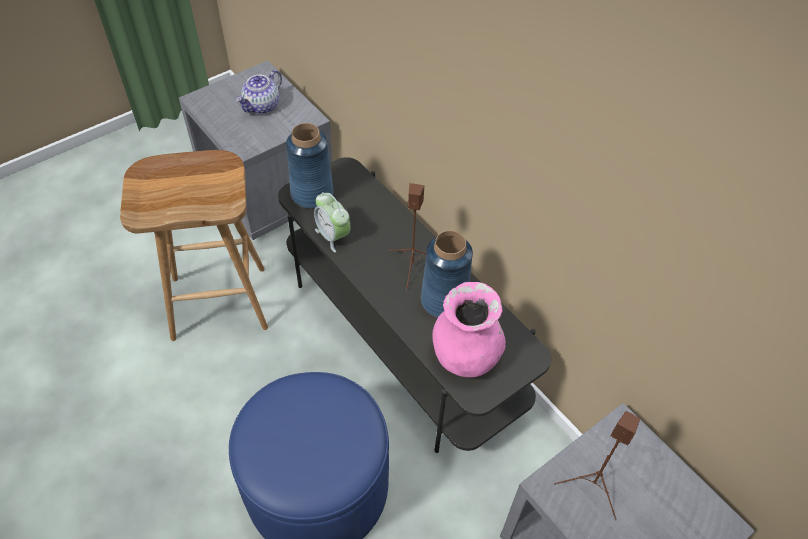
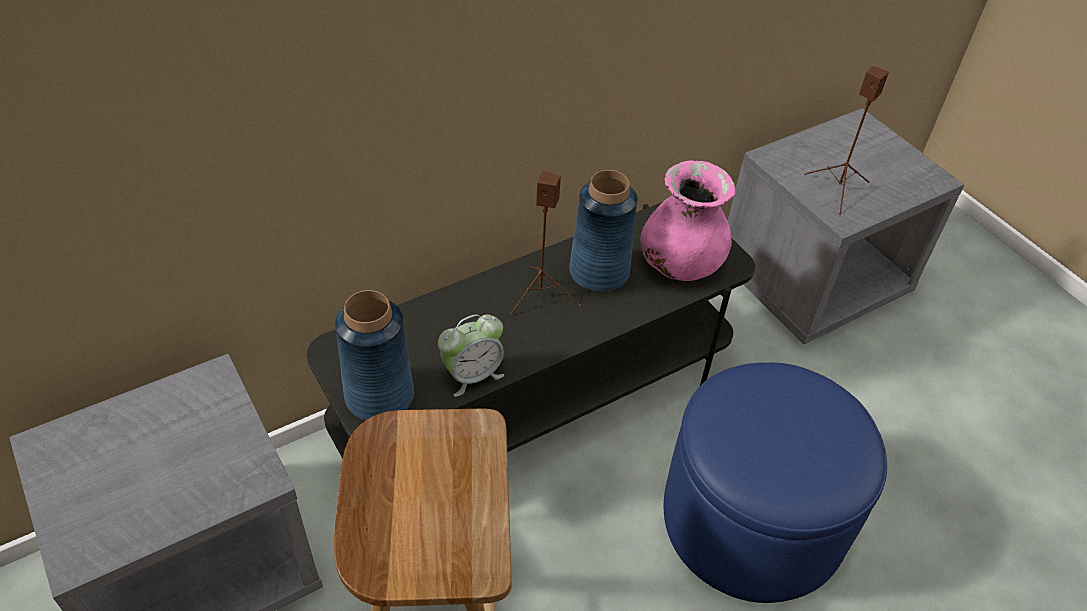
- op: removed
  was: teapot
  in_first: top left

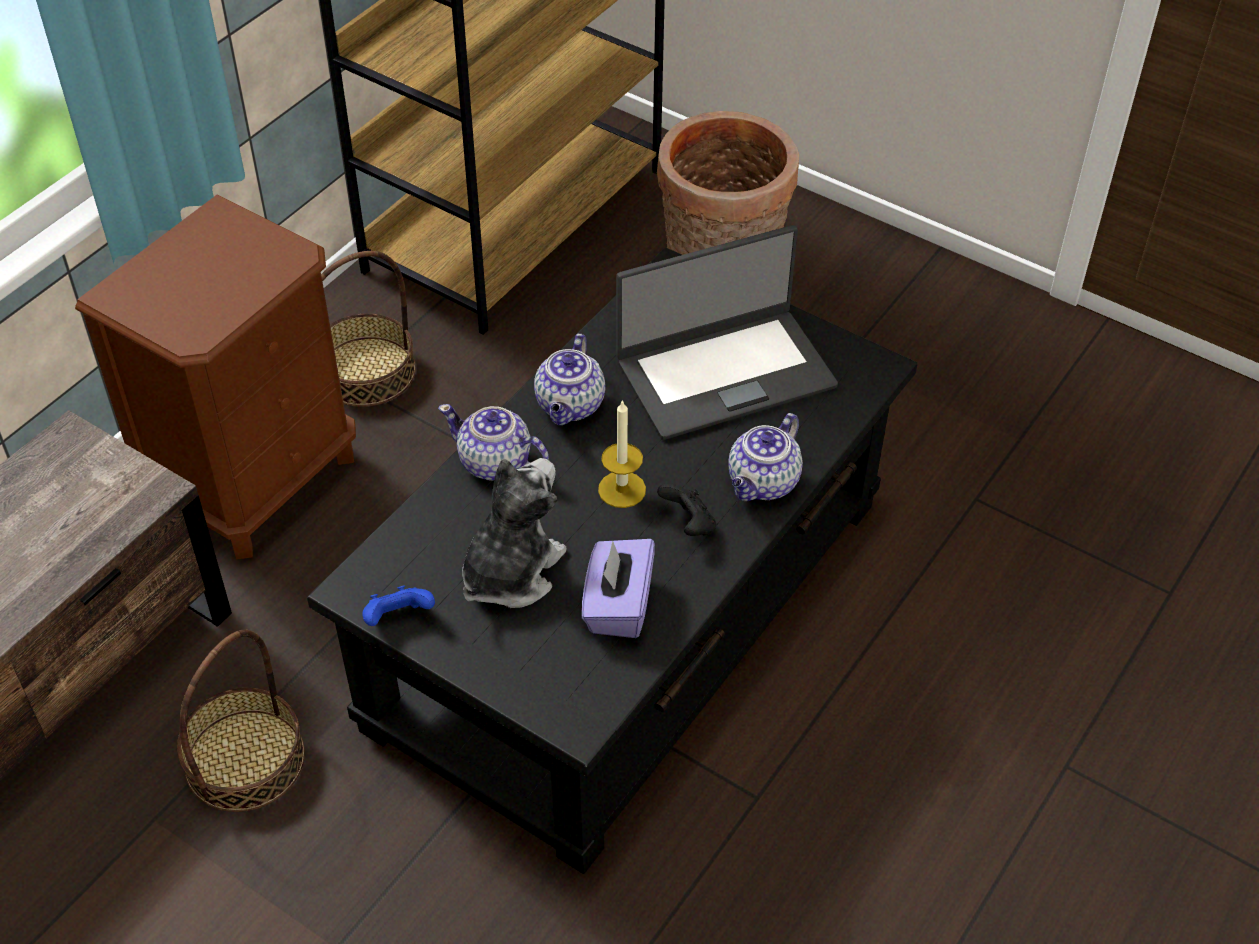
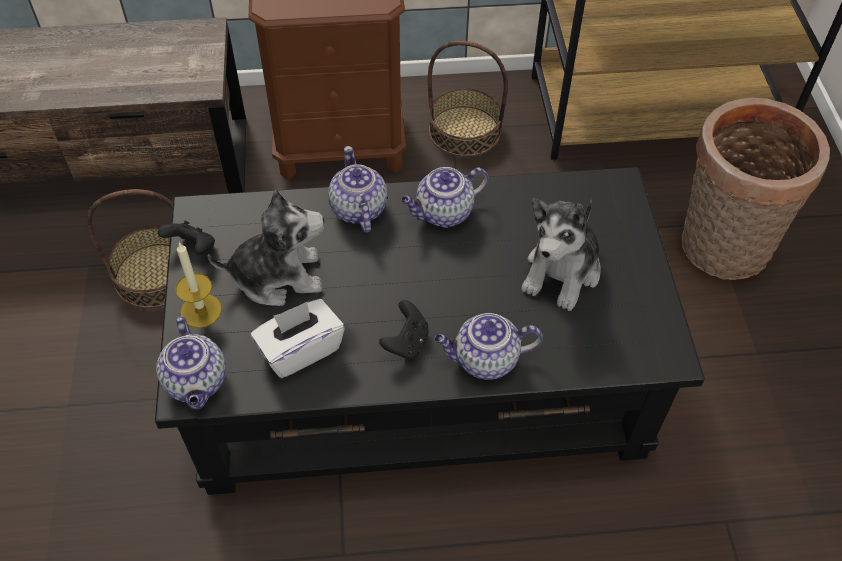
- op: recoloured
  was: blue game controller
  now: black game controller (1st from left)
  in_first: middle left
  in_second: middle left
- op: recoloured
  was: purple tissue box
  now: white tissue box
  in_first: centre
  in_second: centre
- op: moved
  was: candle
  in_first: centre
  in_second: middle left
- op: replaced
  was: laptop
  now: plush toy (2nd from left)
  in_first: centre
  in_second: centre
- op: added
  now: teapot (1st from left)
  in_second: middle left

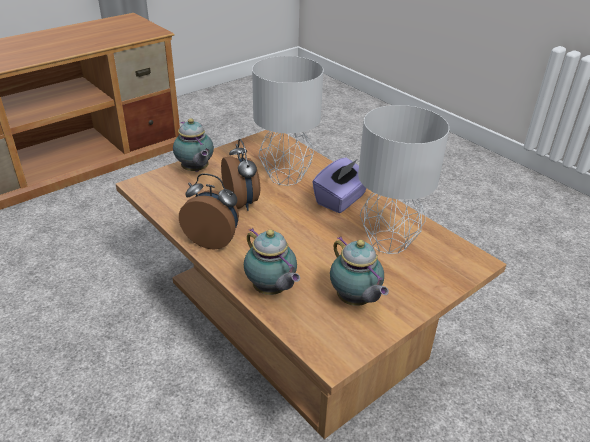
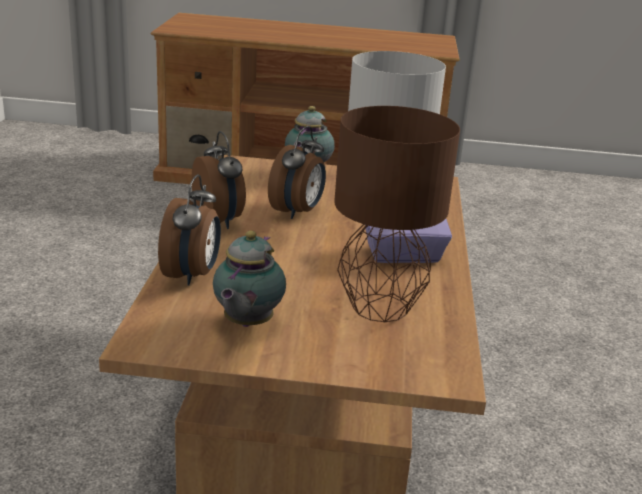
- op: replaced
  was: teapot (2nd from left)
  now: alarm clock (1st from left)
  in_first: centre
  in_second: middle left
- op: recoloured
  was: grey table lamp (2nd from left)
  now: brown table lamp
  in_first: middle right
  in_second: centre

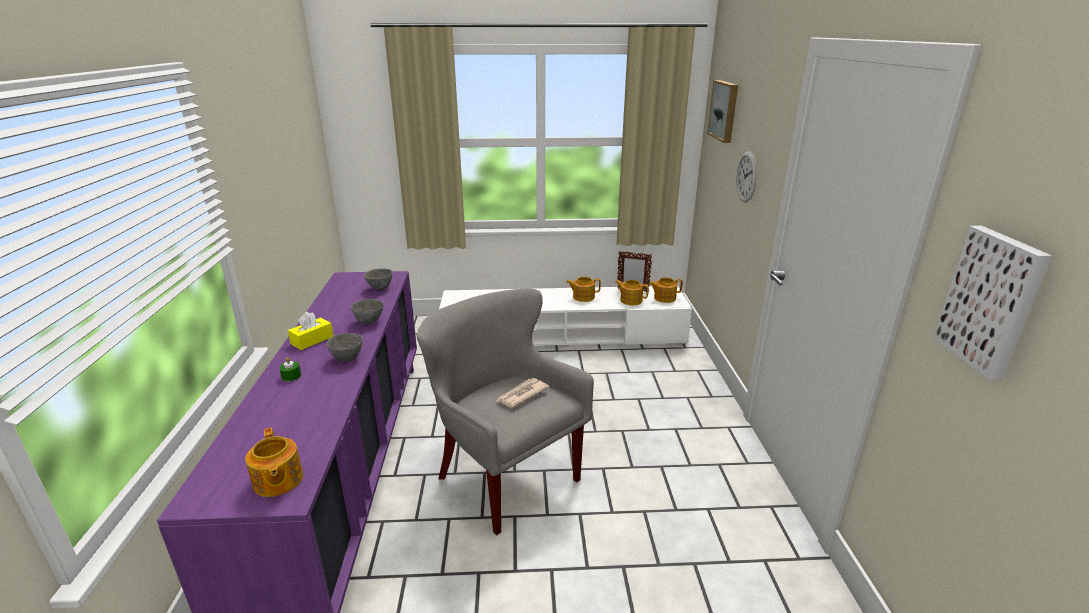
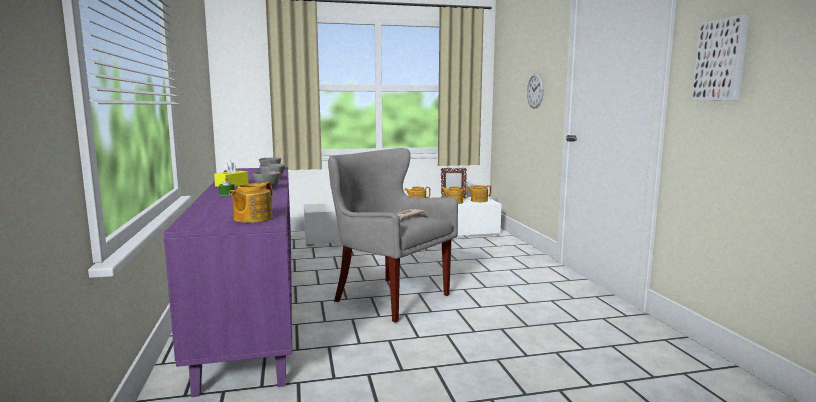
- op: turned
  was: teapot (1st from left)
  in_first: bottom left
  in_second: middle left
  clockwise: 60
- op: removed
  was: picture (1st from left)
  in_first: top centre

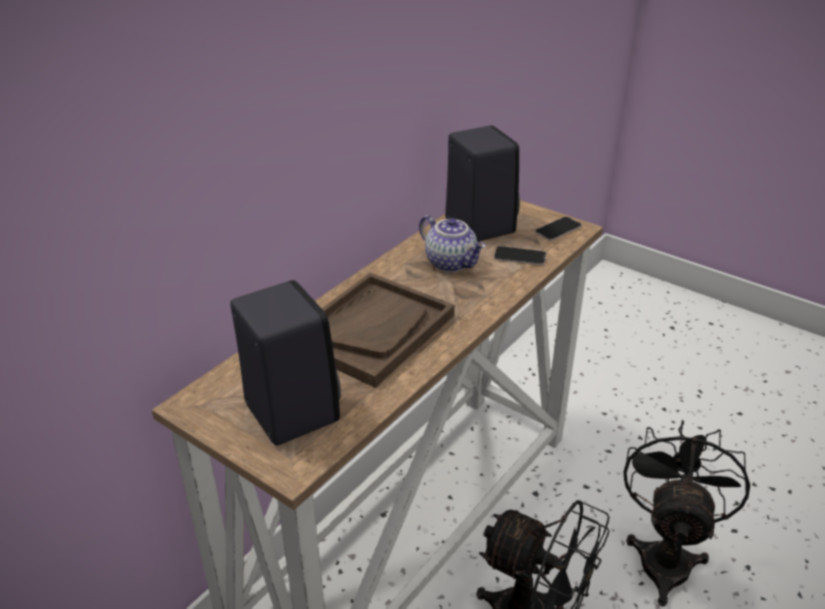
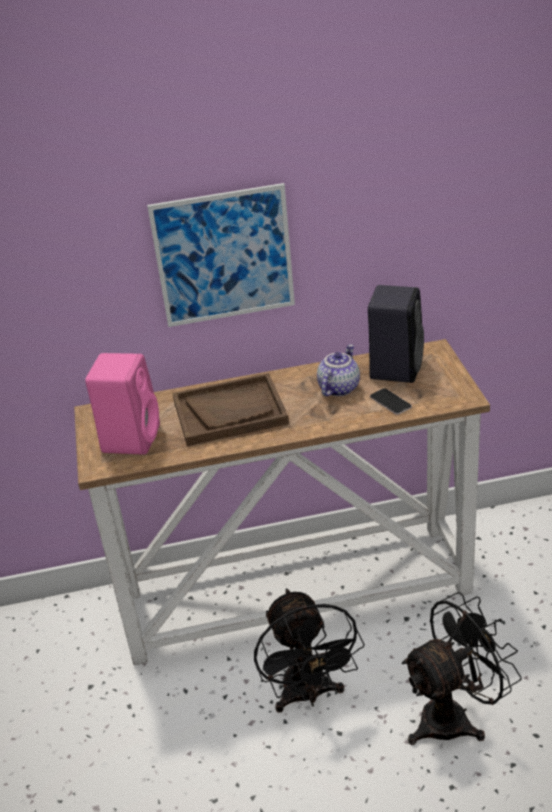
- op: recoloured
  was: black speaker (1st from left)
  now: pink speaker
  in_first: centre
  in_second: middle left
- op: turned
  was: teapot
  in_first: centre
  in_second: centre
  clockwise: -150
- op: removed
  was: phone (2nd from left)
  in_first: middle right
- op: added
  now: picture
  in_second: top centre

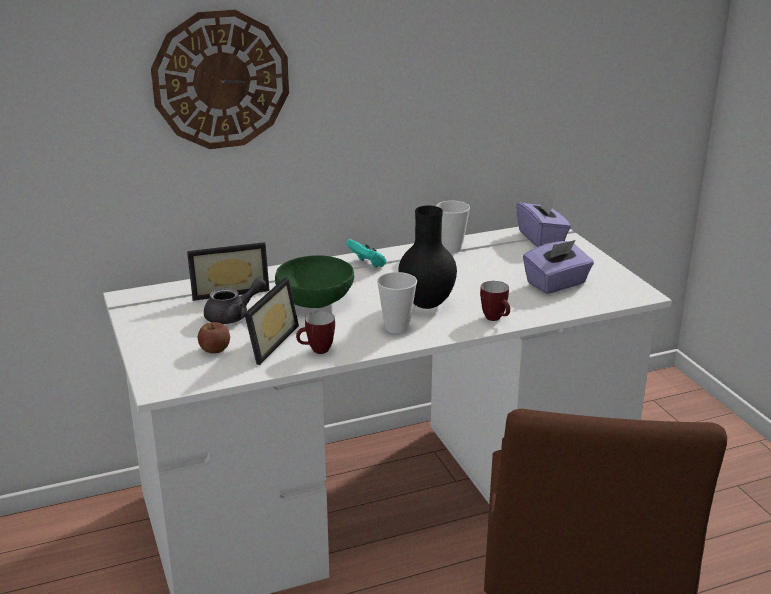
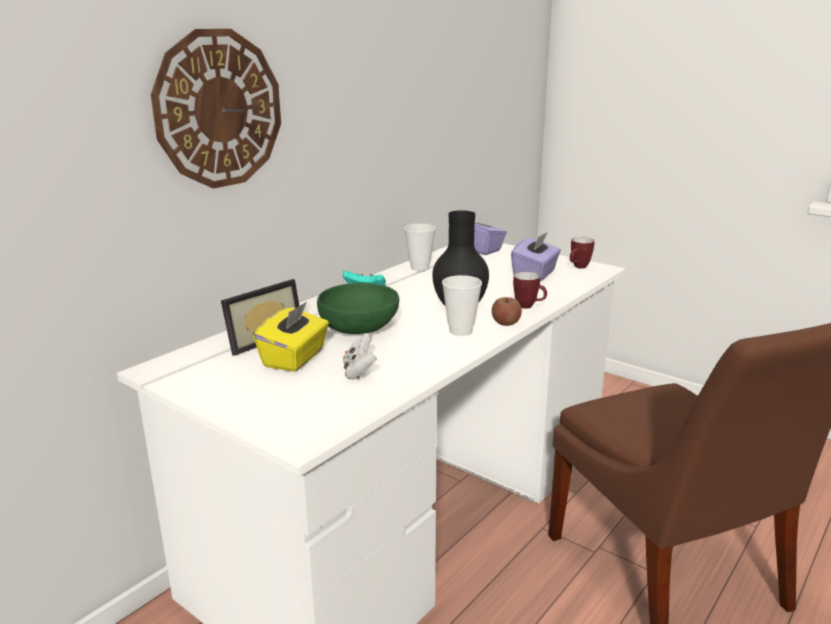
- op: moved
  was: apple
  in_first: middle left
  in_second: centre
- op: replaced
  was: grey teapot
  now: yellow tissue box
  in_first: middle left
  in_second: centre
- op: replaced
  was: picture frame (2nd from left)
  now: white game controller
  in_first: centre
  in_second: centre
- op: moved
  was: mug (1st from left in the first image)
  now: mug (2nd from left)
  in_first: centre
  in_second: middle right

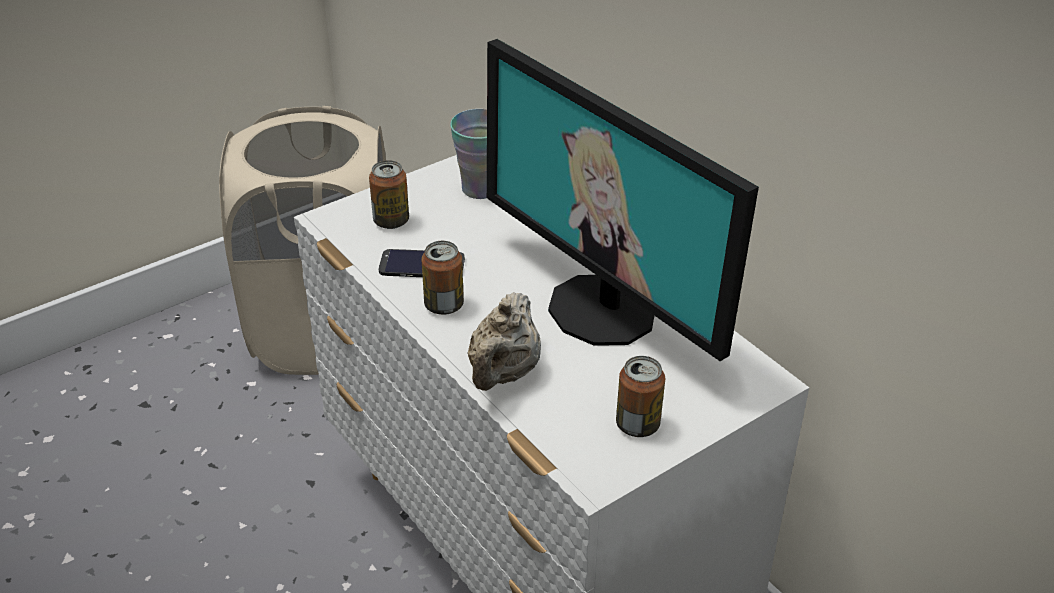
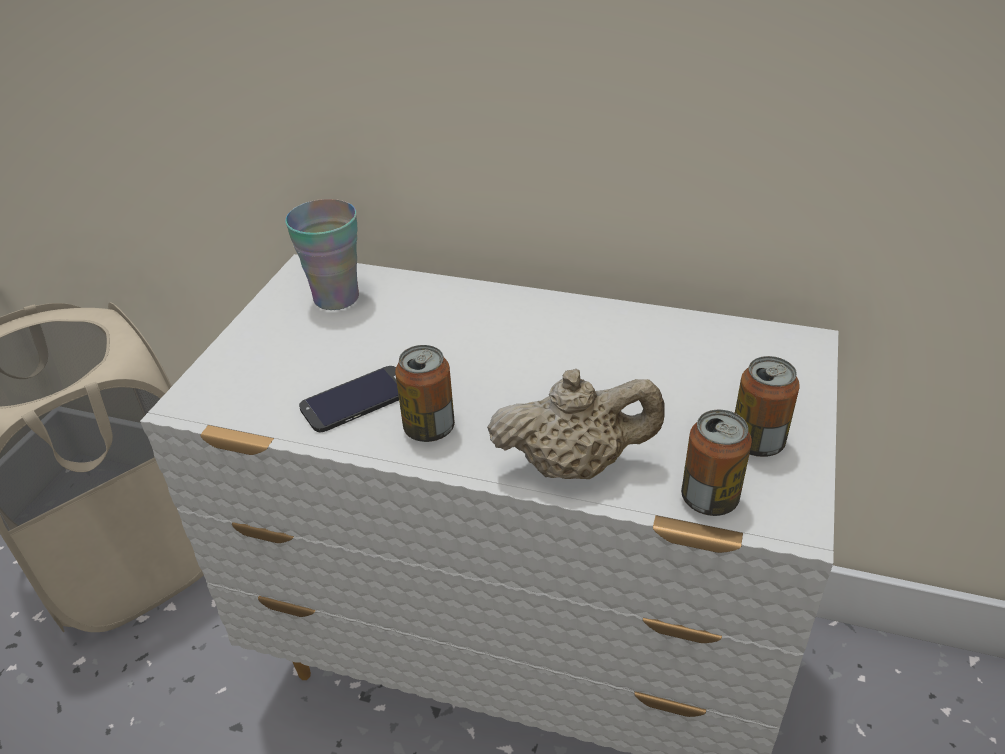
- op: moved
  was: can (1st from left in the first image)
  now: can (2nd from left)
  in_first: top centre
  in_second: middle right
- op: turned
  was: beige teapot
  in_first: centre
  in_second: centre
  clockwise: -75
- op: removed
  was: monitor
  in_first: centre

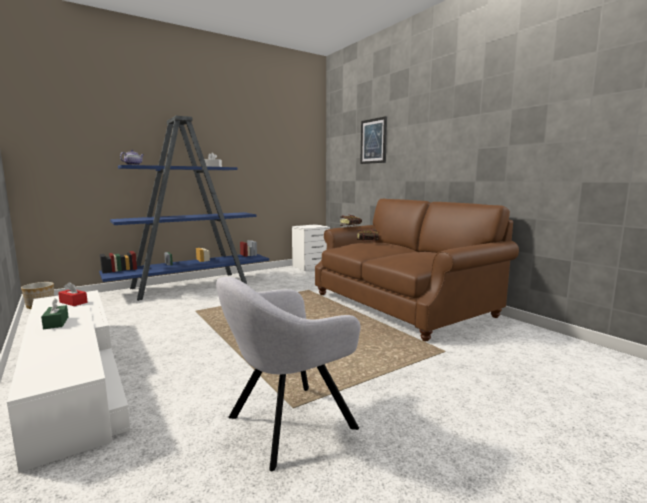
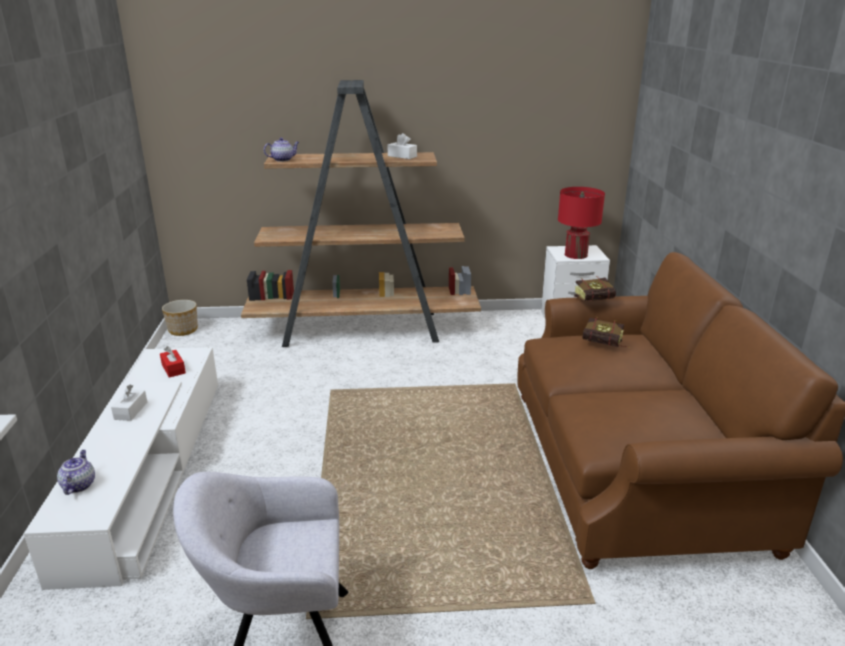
- op: recoloured
  was: green tissue box
  now: white tissue box (1st from left)
  in_first: middle left
  in_second: middle left
- op: recoloured
  was: blue bookcase
  now: brown bookcase
  in_first: middle left
  in_second: top centre
- op: removed
  was: picture
  in_first: top centre
- op: added
  now: teapot (1st from left)
  in_second: bottom left
- op: added
  now: red table lamp
  in_second: middle right

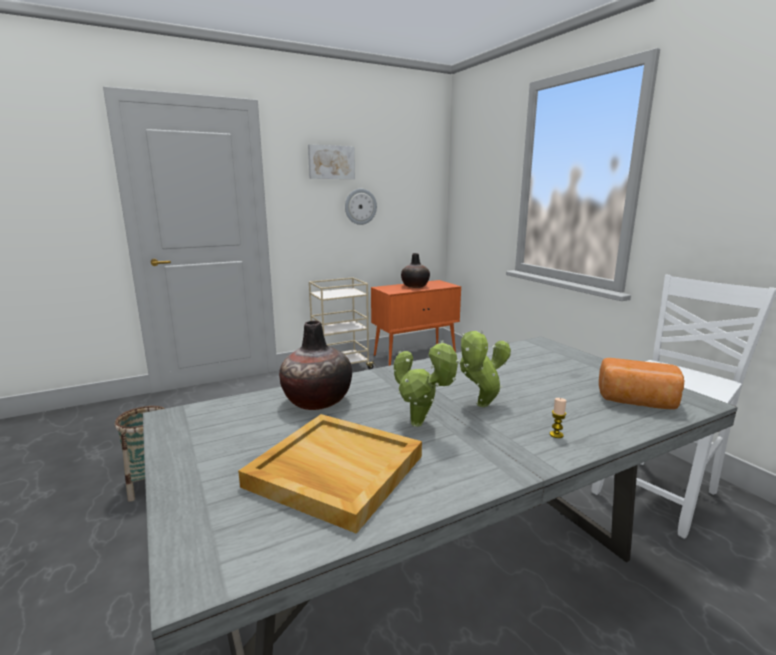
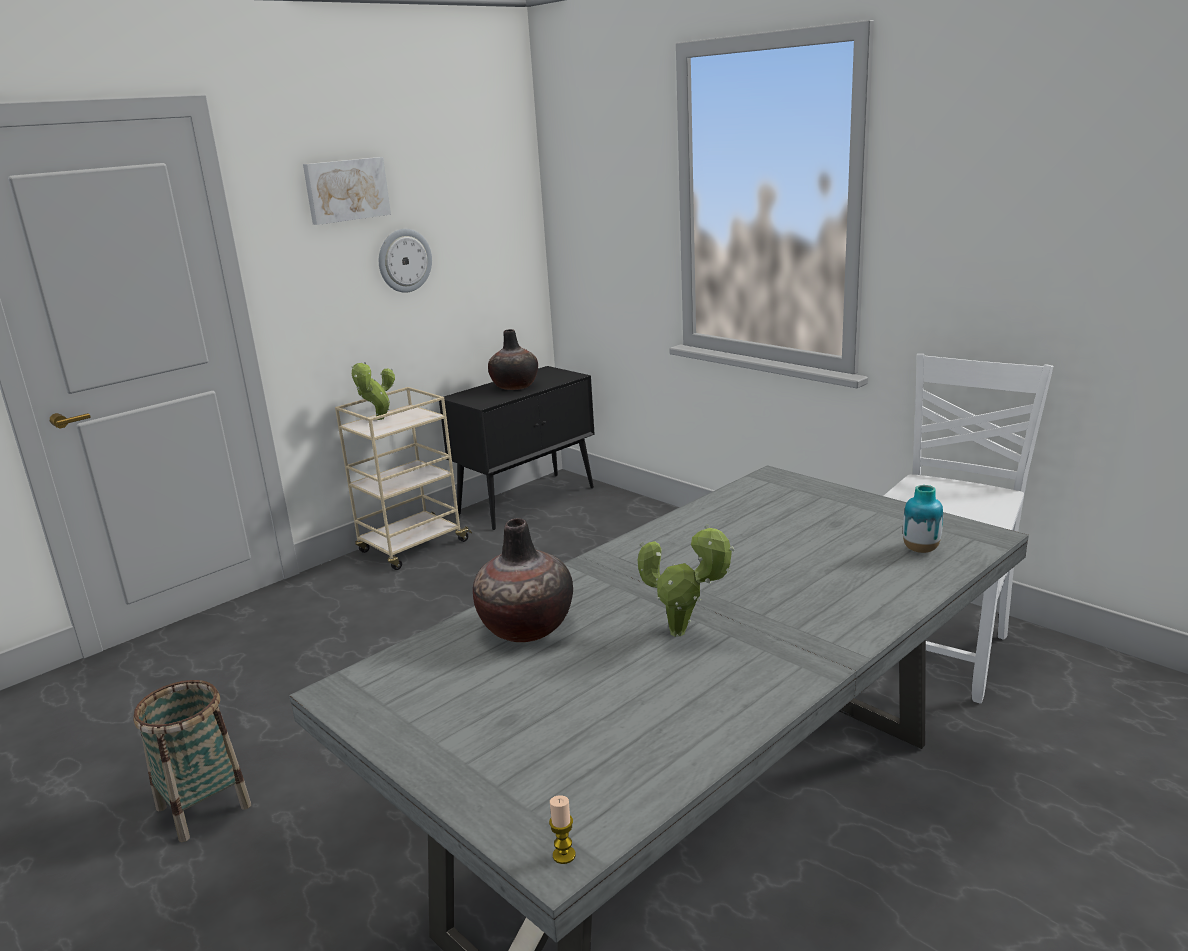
- op: removed
  was: beige tray
  in_first: bottom centre
- op: recoloured
  was: orange cabinet
  now: black cabinet
  in_first: centre
  in_second: centre
- op: moved
  was: potted plant (2nd from left in the first image)
  now: potted plant (1st from left)
  in_first: centre
  in_second: middle left
- op: moved
  was: candle
  in_first: middle right
  in_second: bottom centre
- op: replaced
  was: bread
  now: vase (3rd from left)
  in_first: middle right
  in_second: middle right

